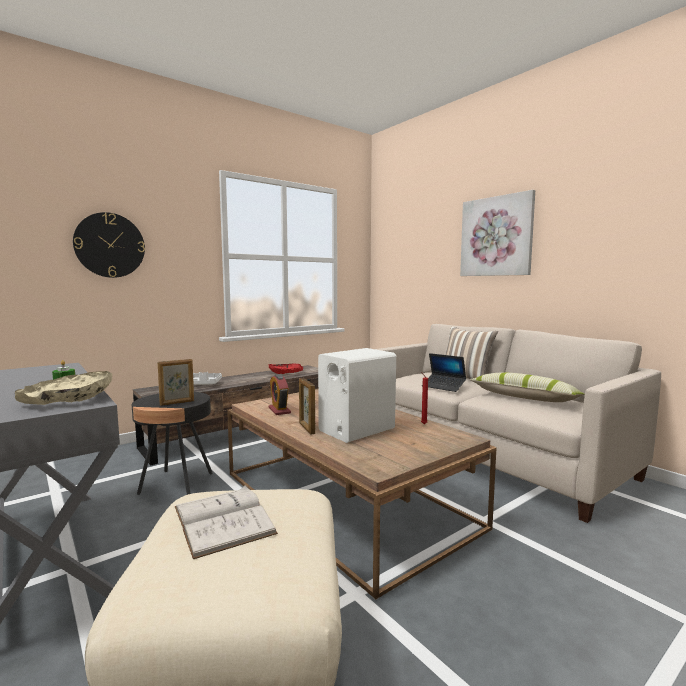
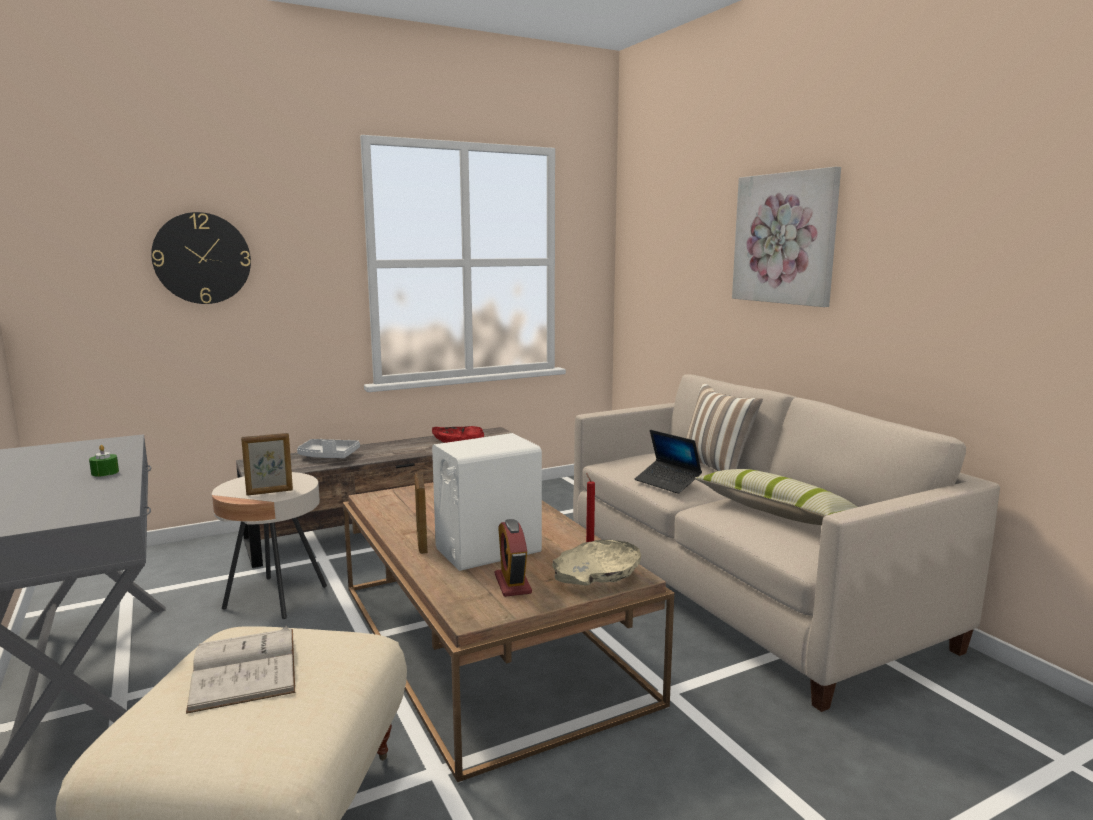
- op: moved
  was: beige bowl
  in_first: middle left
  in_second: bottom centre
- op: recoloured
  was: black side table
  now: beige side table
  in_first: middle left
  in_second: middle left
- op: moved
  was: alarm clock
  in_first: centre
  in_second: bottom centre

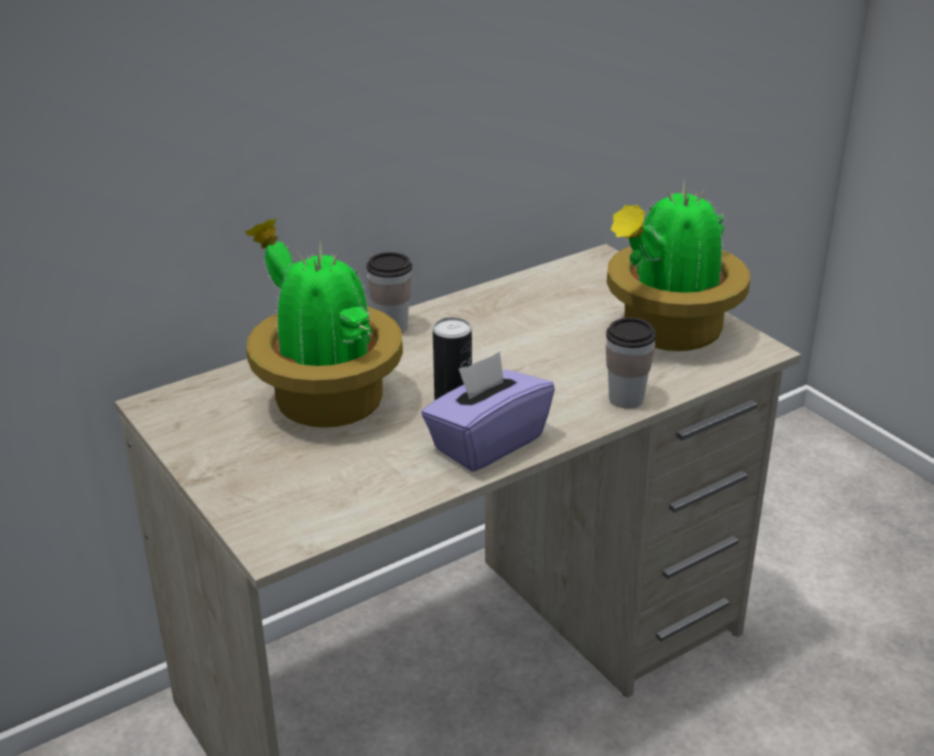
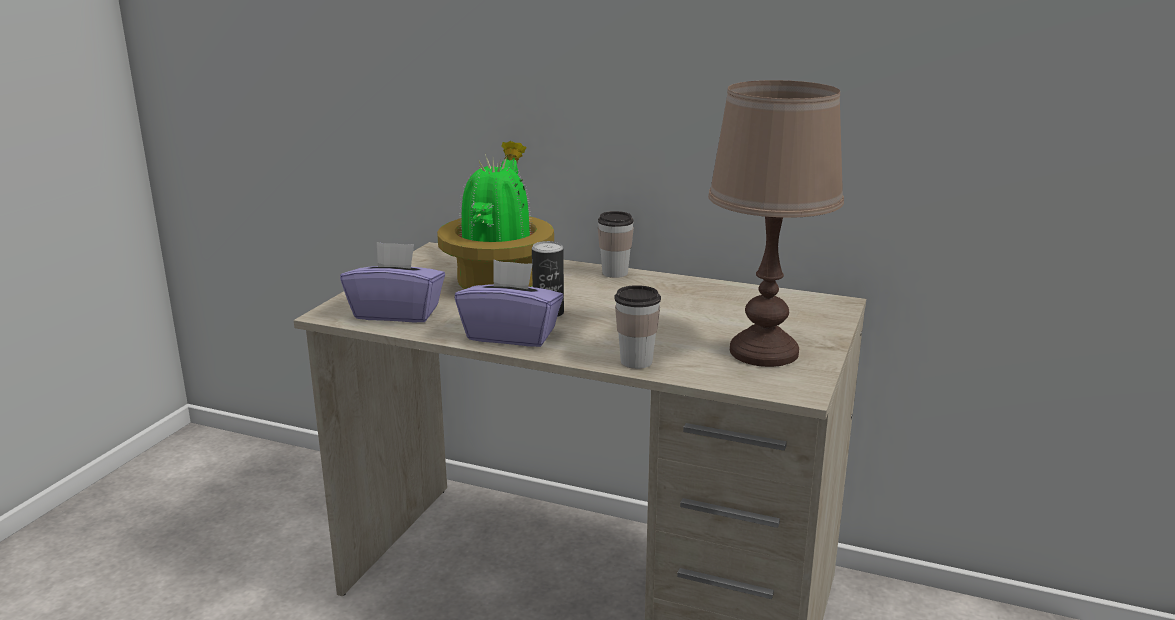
- op: replaced
  was: potted plant (2nd from left)
  now: brown table lamp
  in_first: middle right
  in_second: centre
- op: added
  now: purple tissue box (1st from left)
  in_second: centre

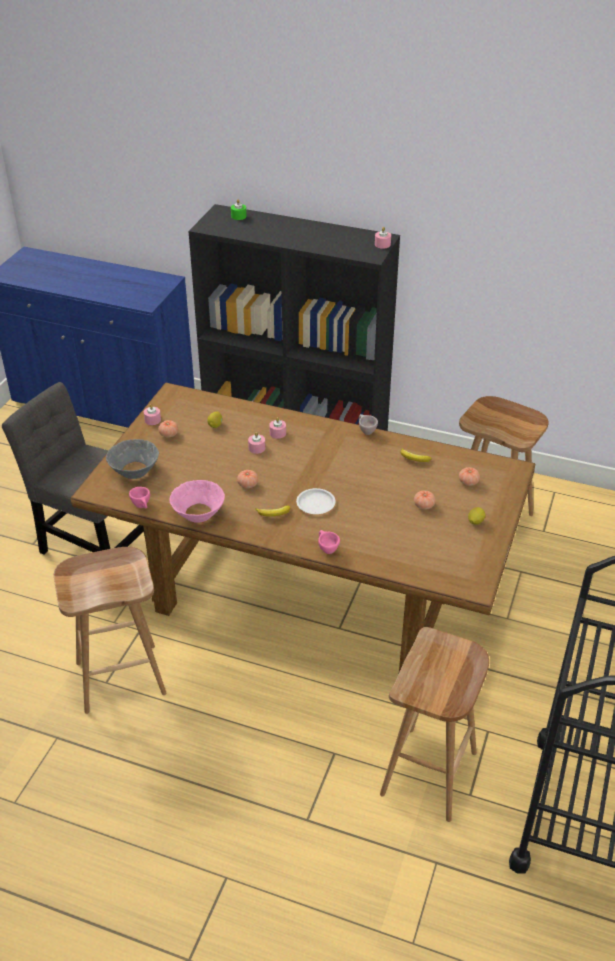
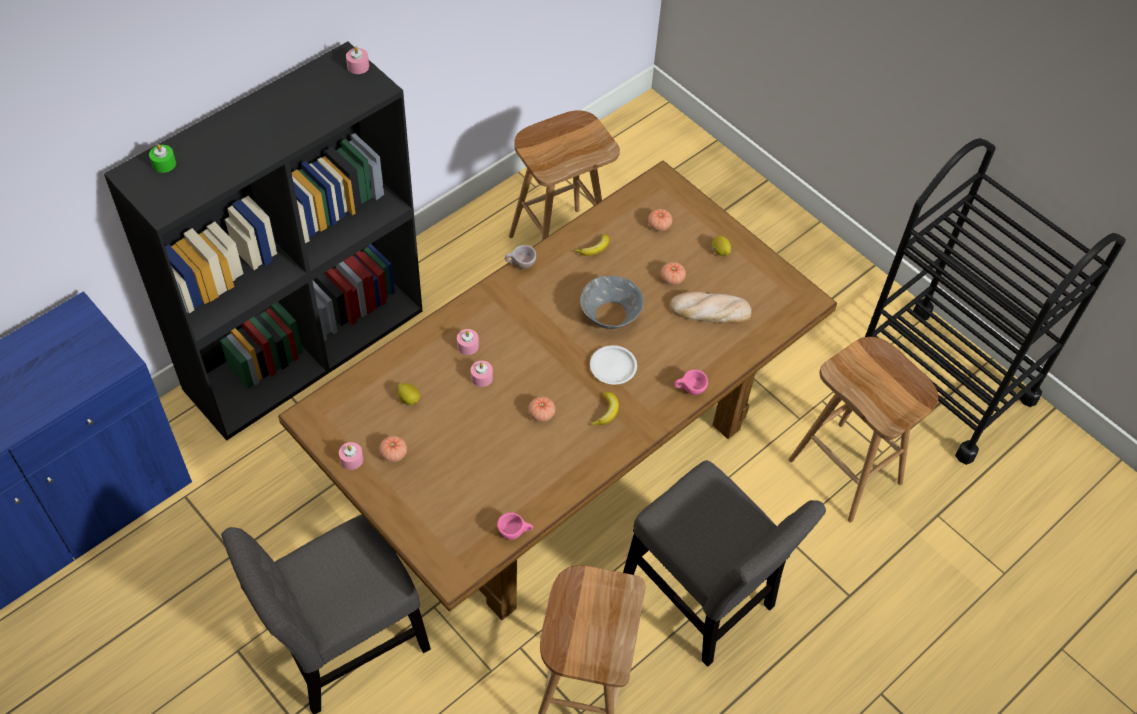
- op: moved
  was: grey bowl
  in_first: middle left
  in_second: centre
- op: removed
  was: pink bowl
  in_first: middle left
- op: added
  now: grey chair (2nd from left)
  in_second: bottom centre
- op: added
  now: bread
  in_second: centre

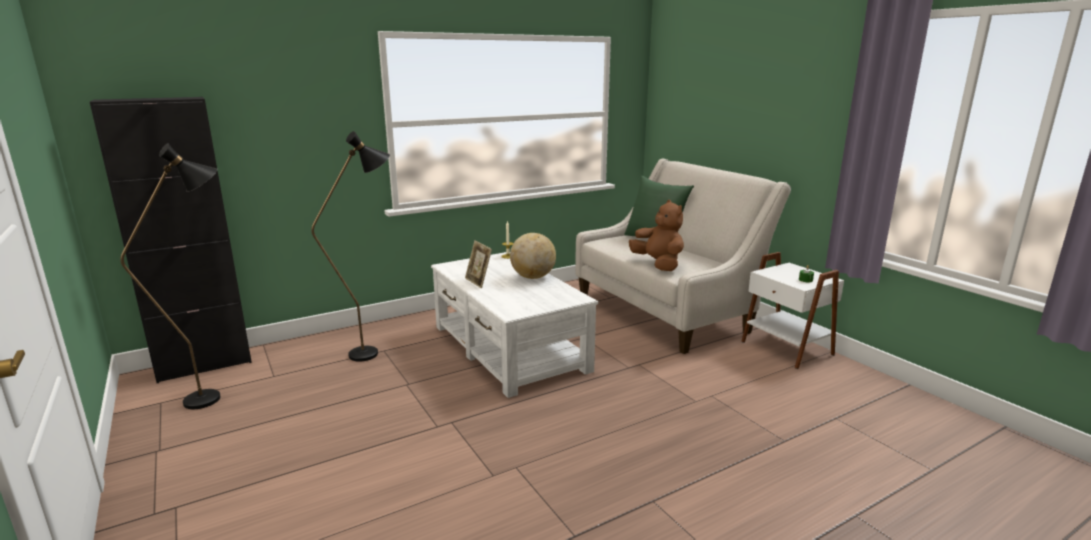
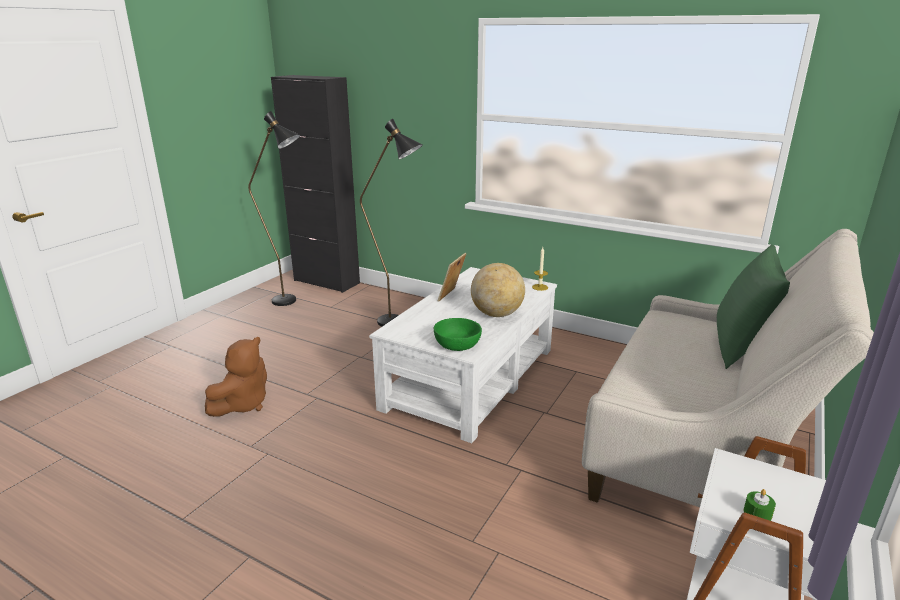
- op: moved
  was: brown plush toy
  in_first: centre
  in_second: middle left
- op: added
  now: green bowl
  in_second: centre

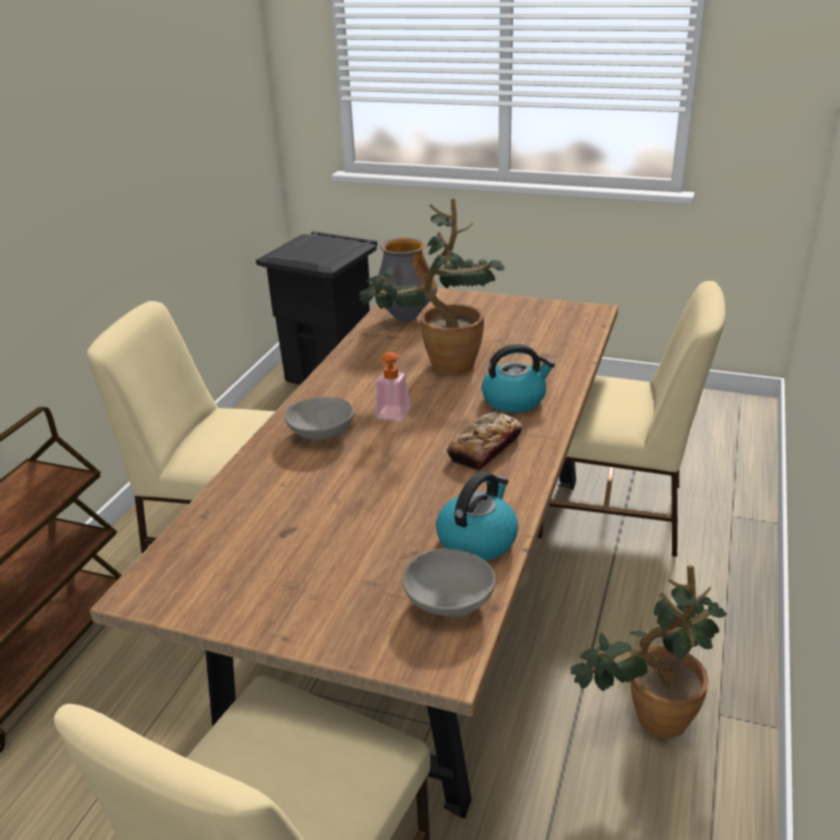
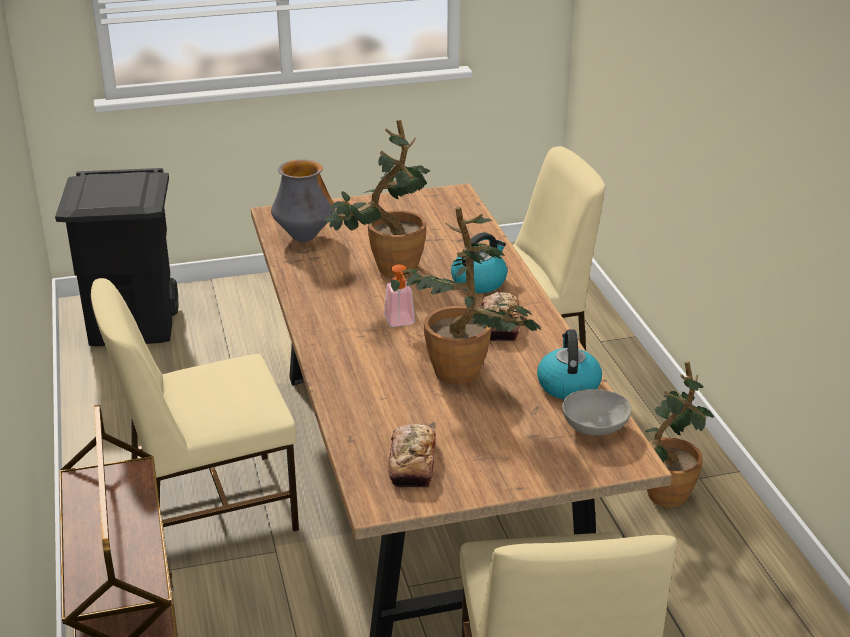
- op: removed
  was: grey bowl (1st from left)
  in_first: centre
- op: added
  now: bread (1st from left)
  in_second: bottom centre
- op: added
  now: potted plant (2nd from left)
  in_second: centre

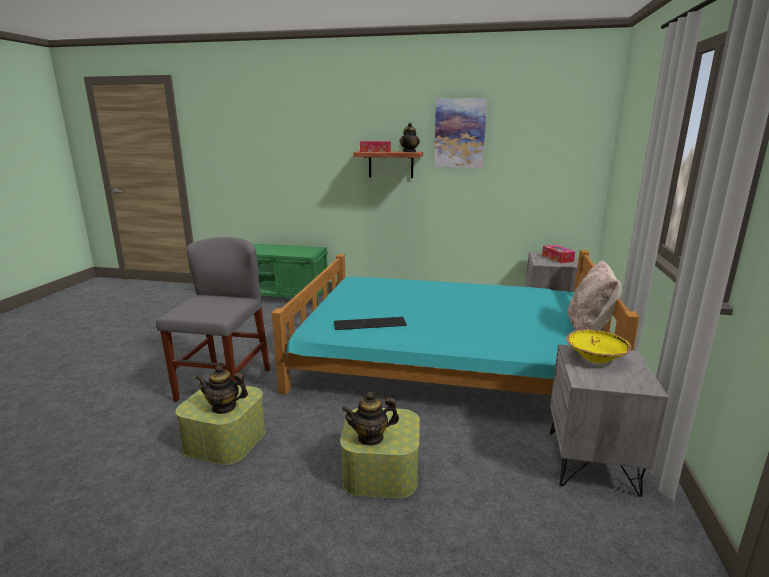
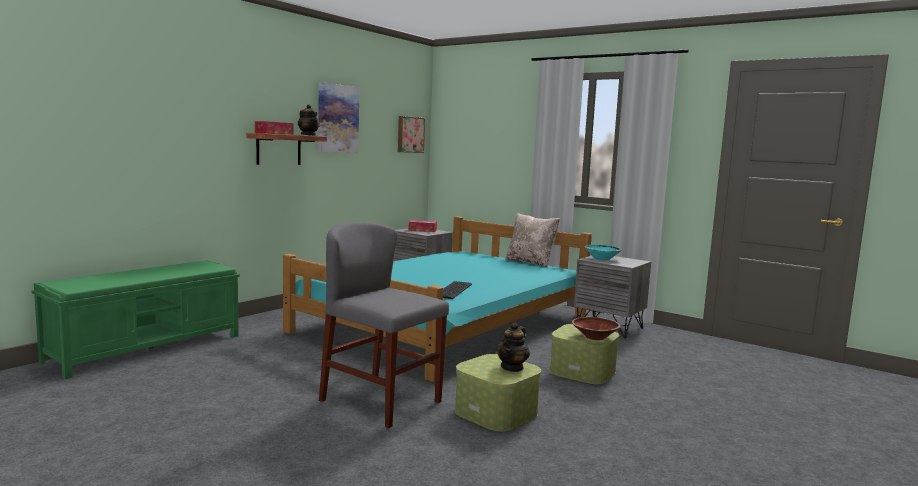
- op: replaced
  was: teapot (2nd from left)
  now: brown bowl
  in_first: bottom centre
  in_second: bottom centre
- op: recoloured
  was: yellow bowl
  now: turquoise bowl
  in_first: middle right
  in_second: centre
- op: added
  now: picture (2nd from left)
  in_second: top centre

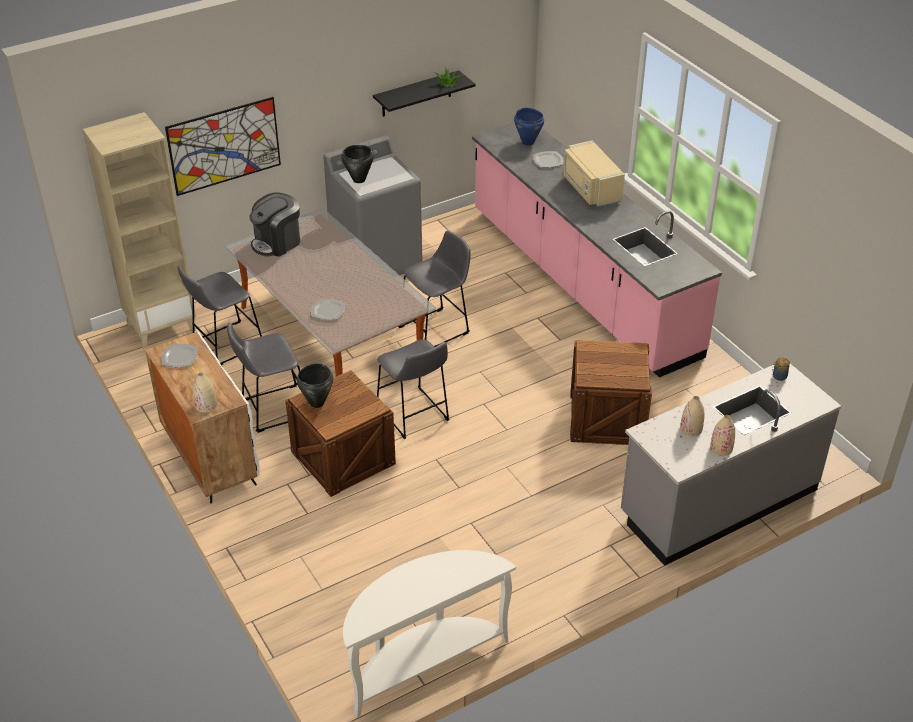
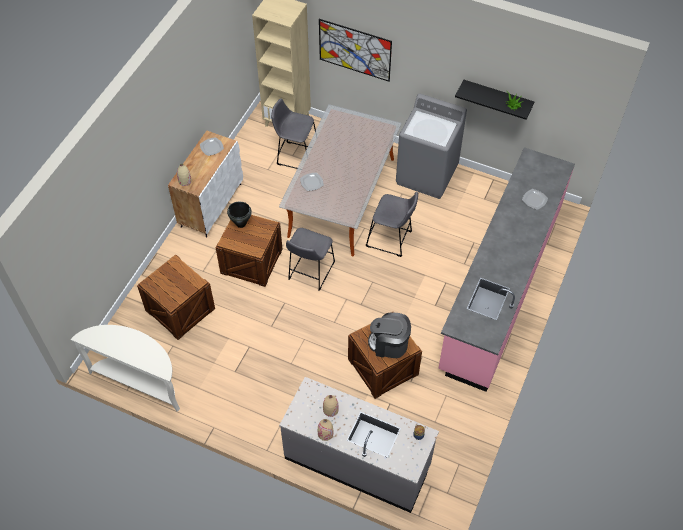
- op: removed
  was: grey stool (2nd from left)
  in_first: middle left
- op: moved
  was: coffee machine
  in_first: top left
  in_second: centre
- op: removed
  was: black cooking pot (2nd from left)
  in_first: top centre
- op: removed
  was: blue cooking pot
  in_first: top centre
- op: removed
  was: beige microwave
  in_first: top centre
- op: added
  now: crate (1st from left)
  in_second: middle left

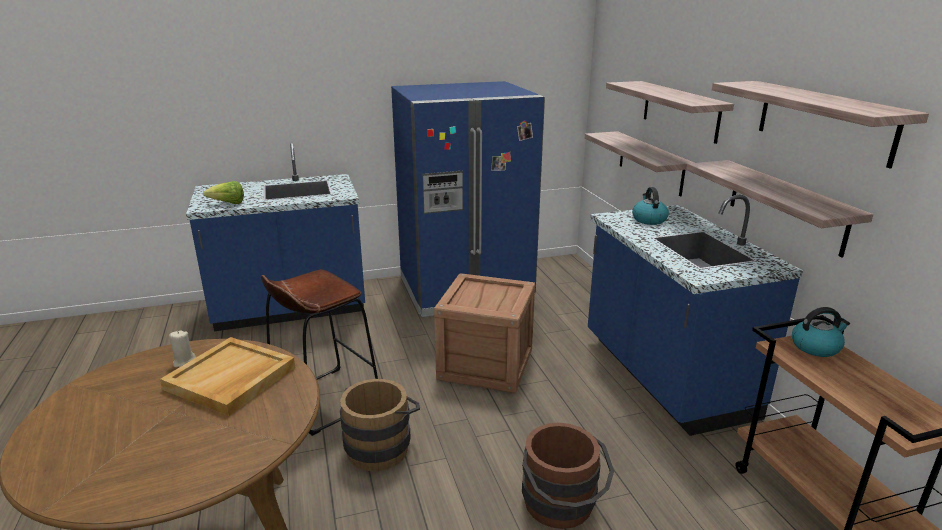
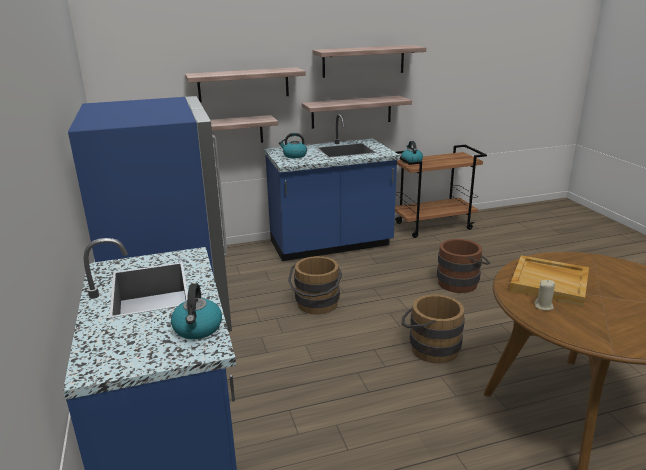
- op: replaced
  was: lettuce
  now: kettle (1st from left)
  in_first: middle left
  in_second: middle left
- op: removed
  was: brown stool
  in_first: centre
- op: replaced
  was: crate
  now: brown bucket (1st from left)
  in_first: centre
  in_second: centre

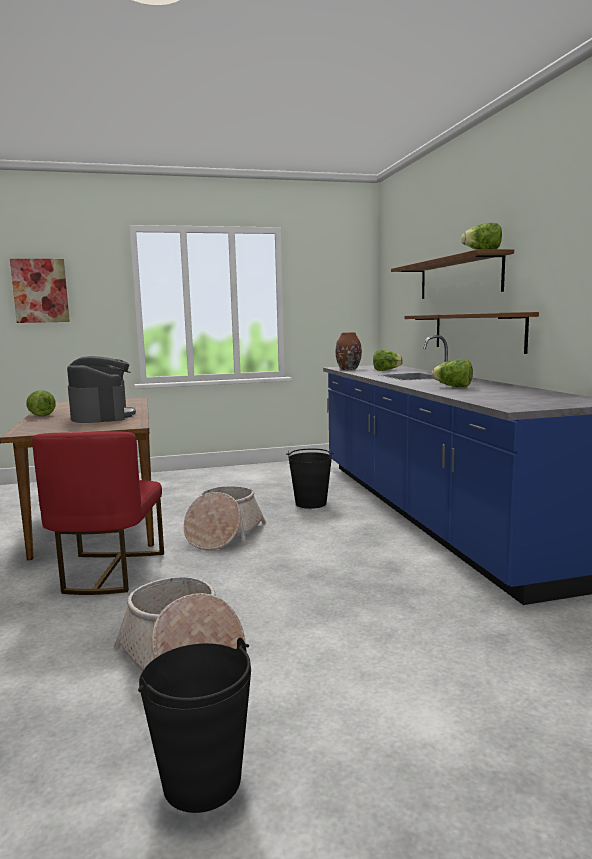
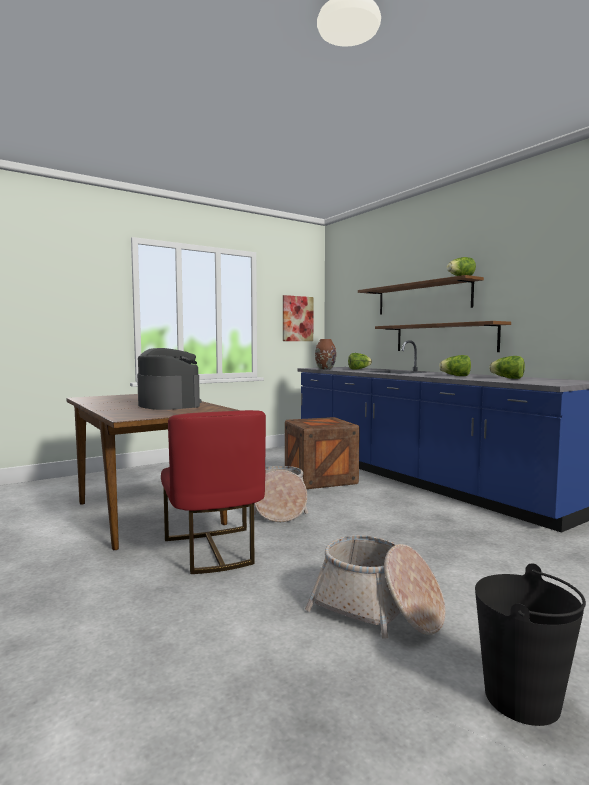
- op: moved
  was: picture
  in_first: middle left
  in_second: centre
- op: moved
  was: lettuce (1st from left in the first image)
  now: lettuce (4th from left)
  in_first: middle left
  in_second: middle right
- op: replaced
  was: black bucket (2nd from left)
  now: crate
  in_first: centre
  in_second: centre

